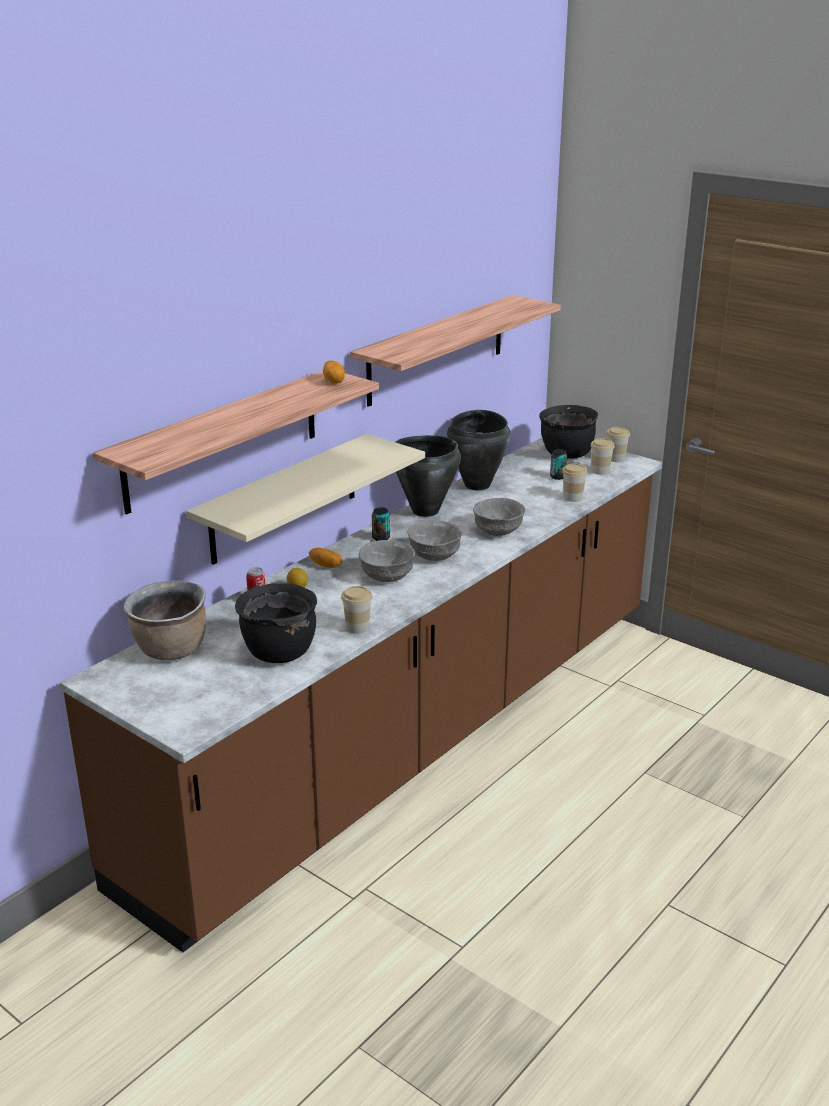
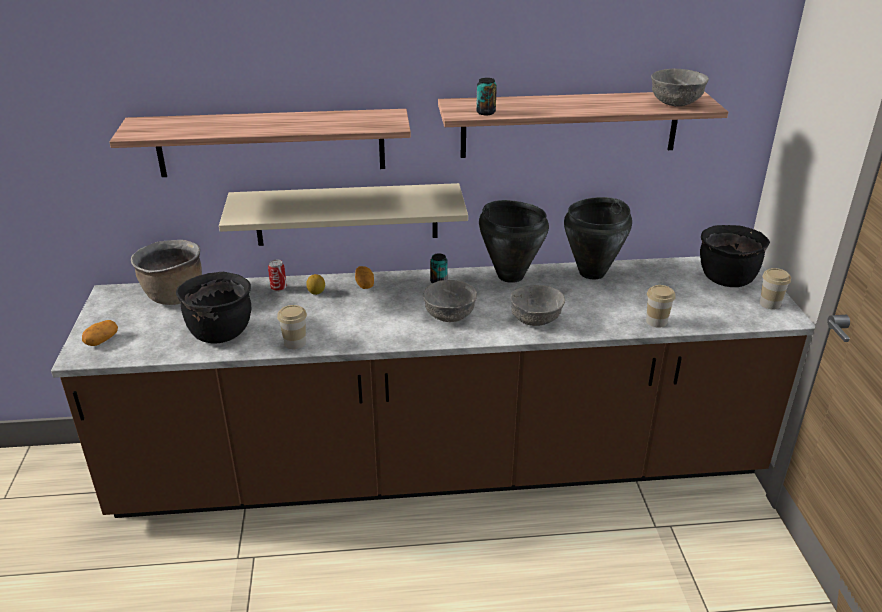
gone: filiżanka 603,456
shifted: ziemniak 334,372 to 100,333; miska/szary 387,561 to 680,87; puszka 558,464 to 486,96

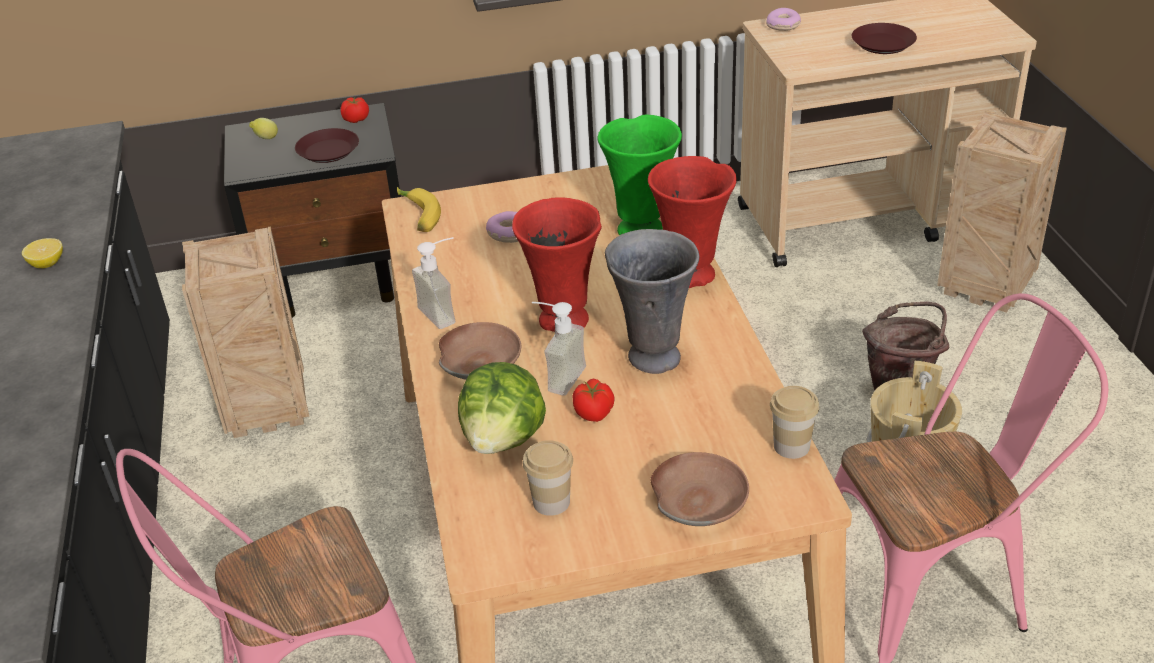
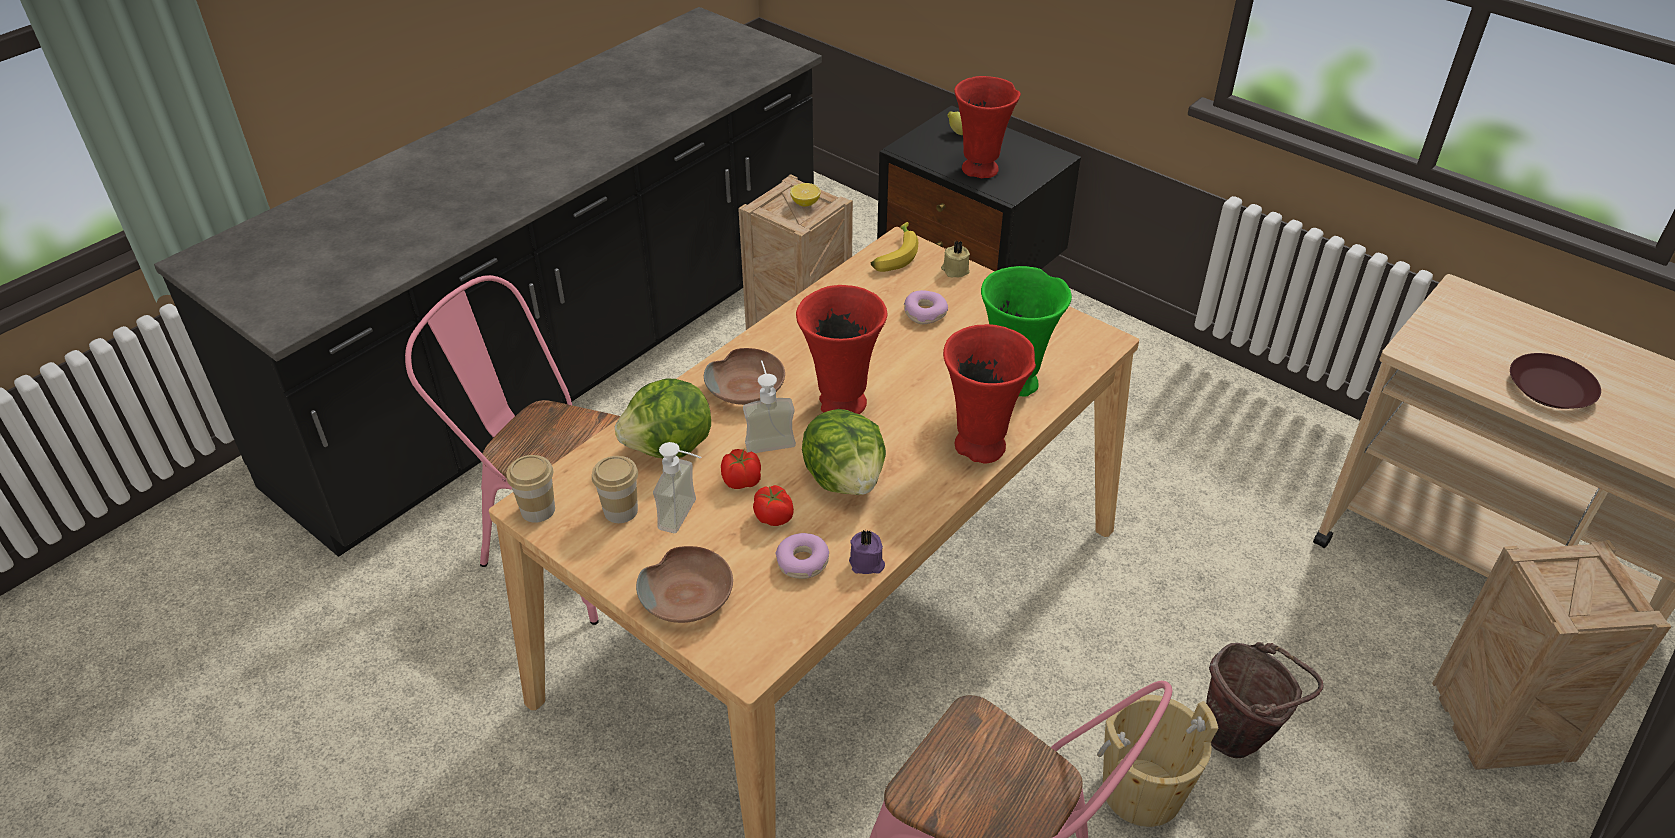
new: świeca/fioletowy 867,551; świeca/beżowy 955,259
shifted: cytryna 42,253 to 805,195; pomidor 354,110 to 773,505; dozownik mydła 433,283 to 677,487; donut 783,19 to 802,556; filiżanka 794,422 to 530,489
swapped: talerz/brązowy 327,145 to wazon/czerwony 988,127; wazon/szary 652,301 to sałata 844,452

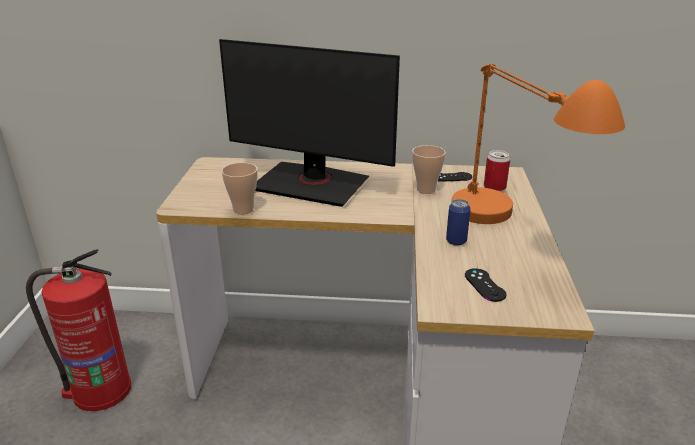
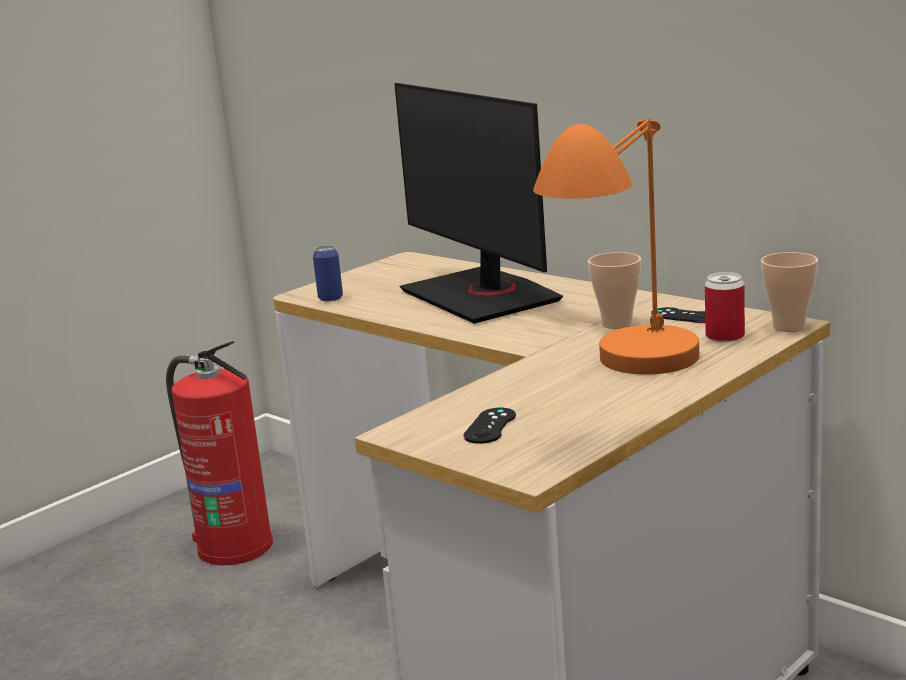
shifted: filiżanka 240,189 to 789,292; puszka 458,222 to 328,273

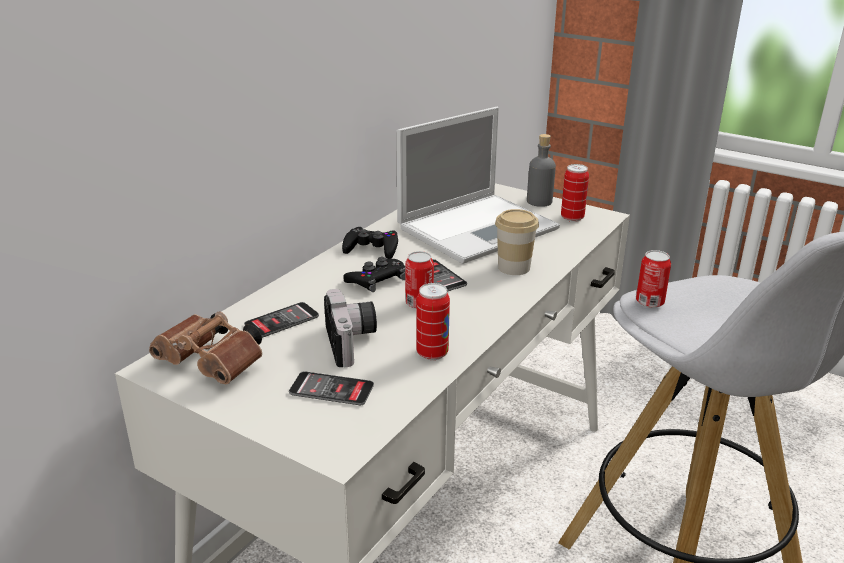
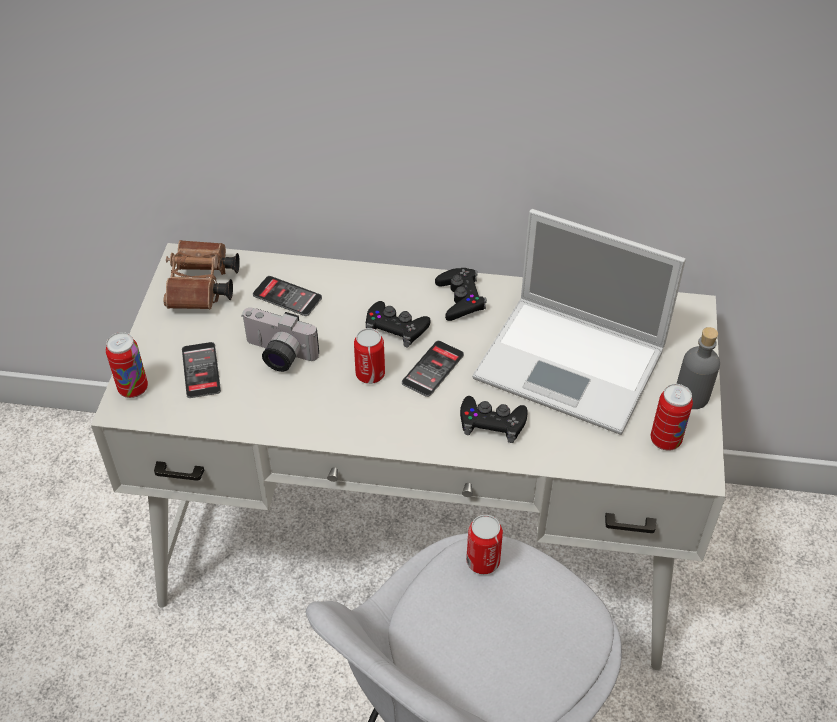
shifted: puszka 433,321 to 127,365
swapped: filiżanka 517,242 to pad do gier/czarny 494,419
rotated: aparat fotograficzny 350,328 = 280,340 60 degrees clockwise

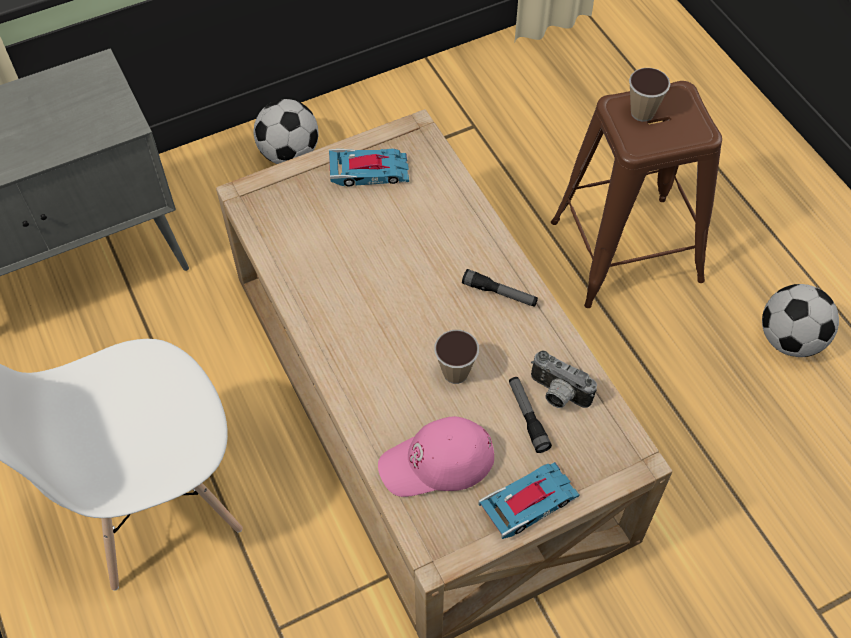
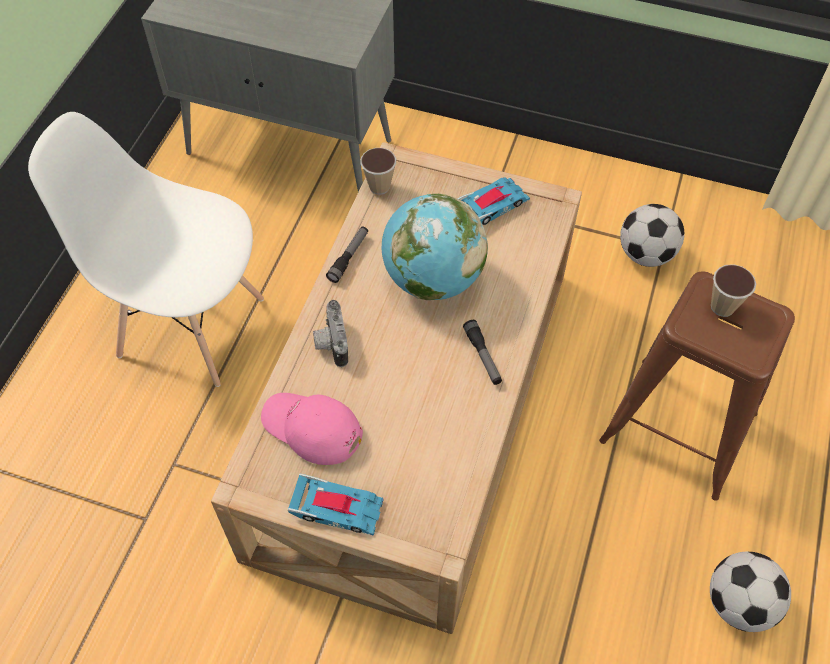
new: globus 435,247
shifted: piłka futbolowa 286,131 to 652,235; filiżanka 457,357 to 378,171; latarka 530,415 to 347,255; aparat fotograficzny 564,379 to 330,333
rotated: samochodzik 369,167 = 493,201 75 degrees counterclockwise

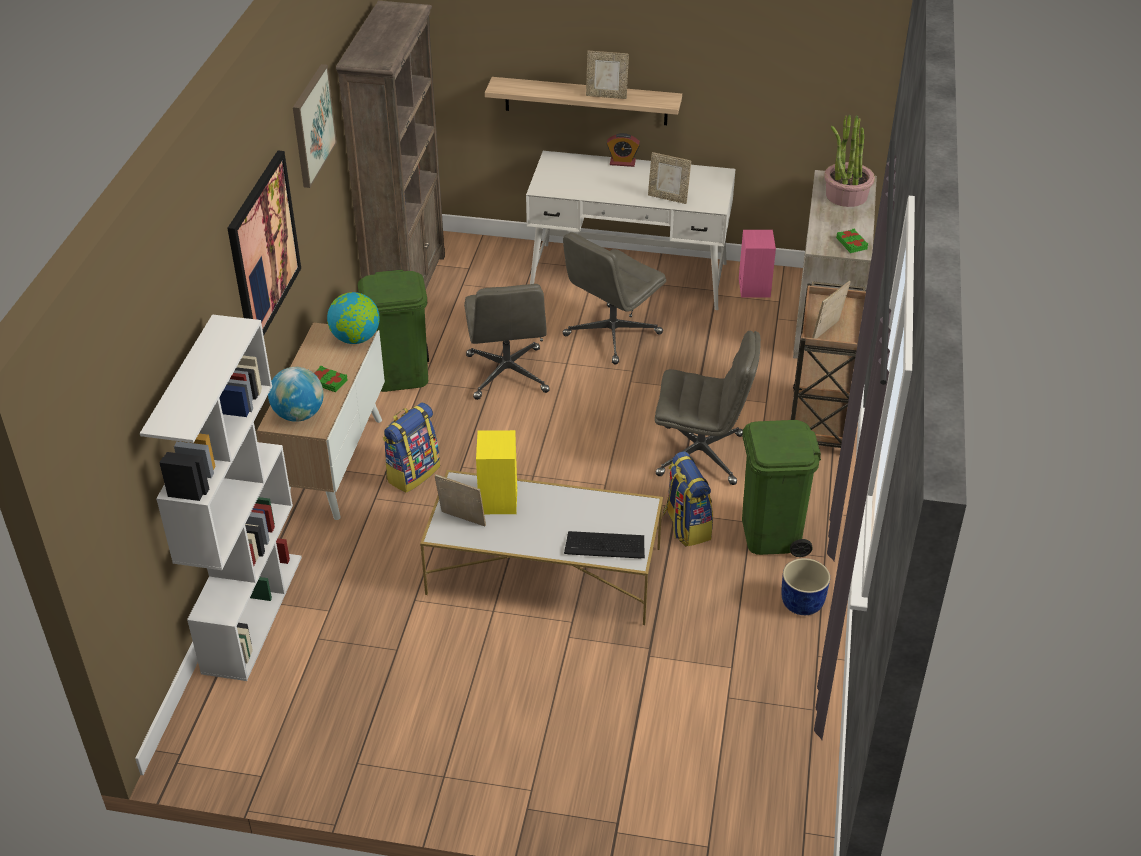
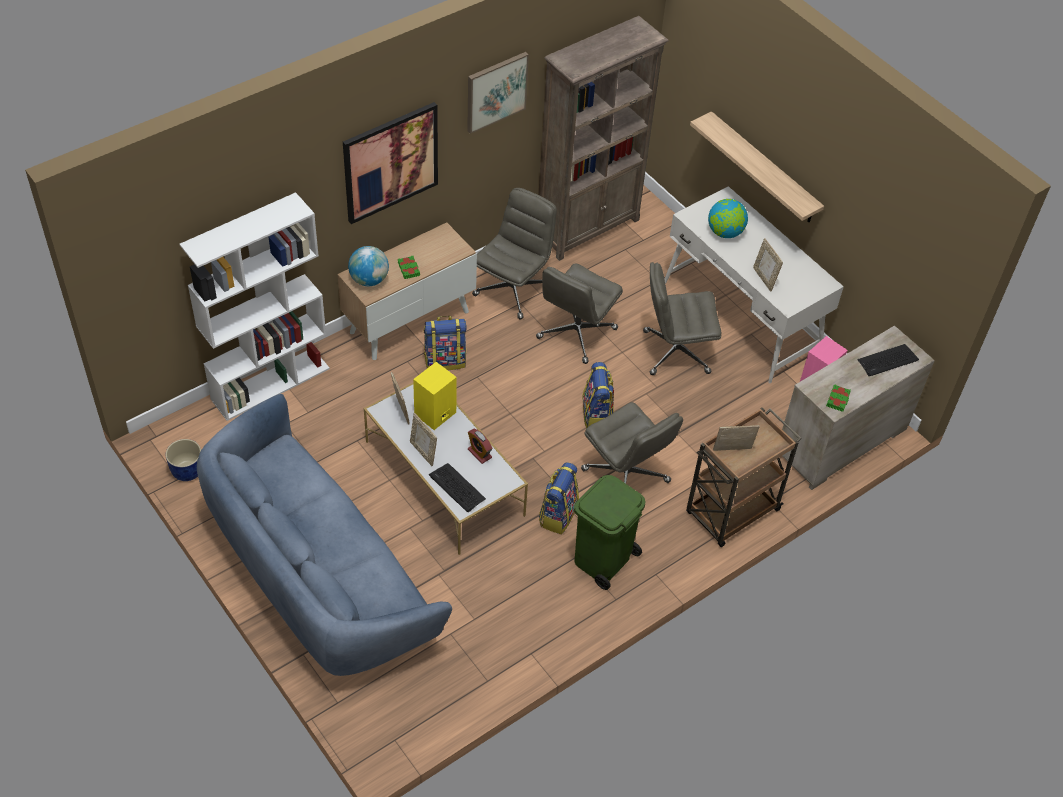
new: kanapa/niebieski 324,535; plecak 598,395
shifted: globus 353,318 to 728,218; ramka na zdjęcie 607,75 to 423,439; budzik 623,150 to 480,446; donica/niebieski 805,586 to 183,460
swapped: kosz na śmieci/zielony 393,331 to krzesło biurowe/szary 514,254; roślina doniczkowa 849,161 to klawiatura 888,360

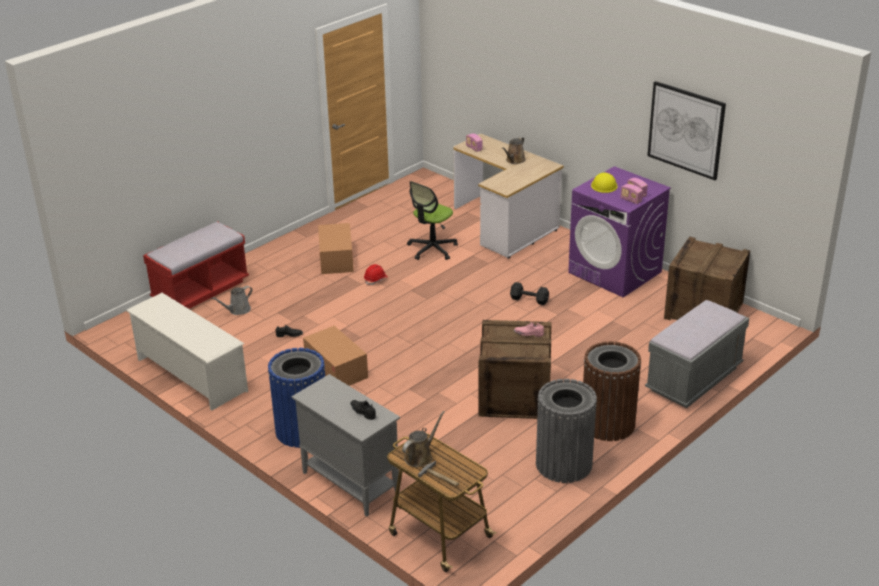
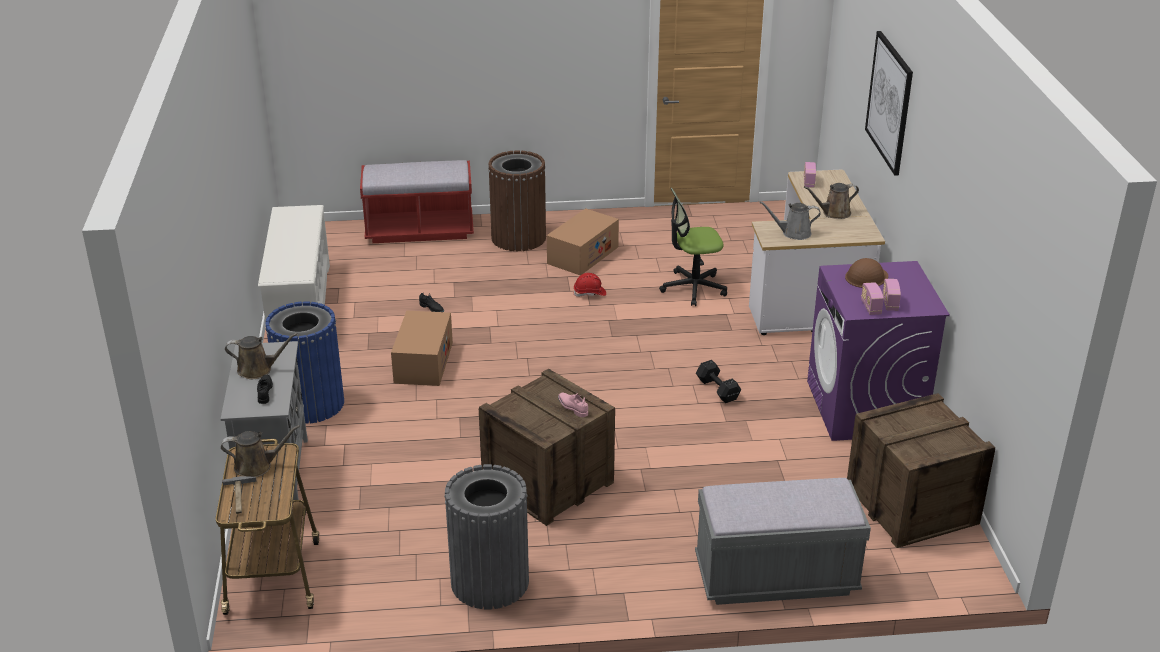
new: konewka/brązowy 261,356
shifted: konewka/szary 231,300 to 790,220; kosz na śmieci/brązowy 612,391 to 517,200; obraz 686,130 to 889,103
repainted: kask/żółty 604,183 to kask/brązowy 866,273

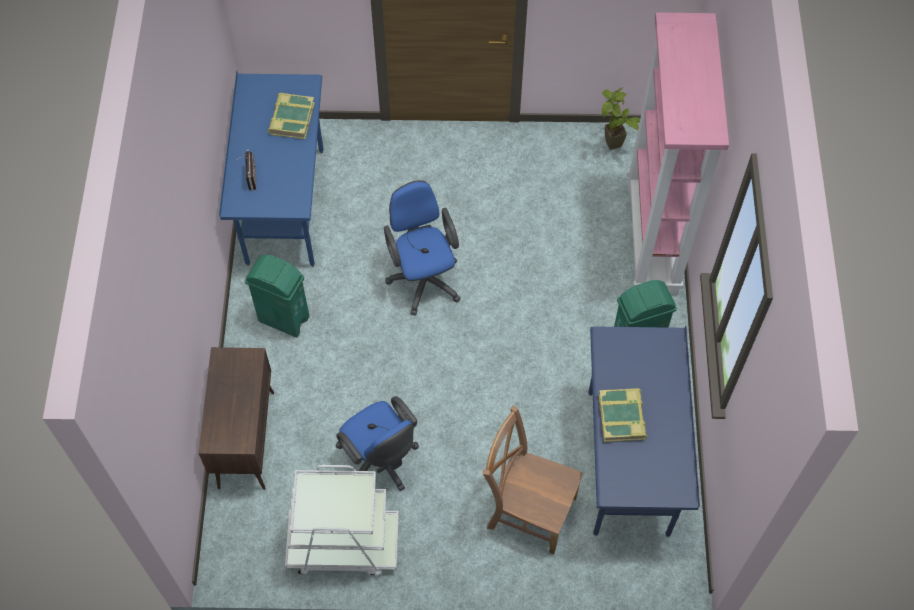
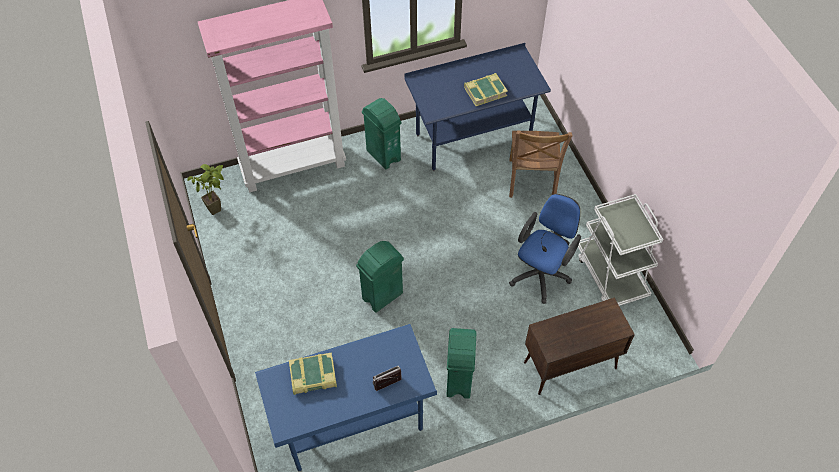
swapped: krzesło biurowe/niebieski 422,248 to kosz na śmieci/zielony 380,277

